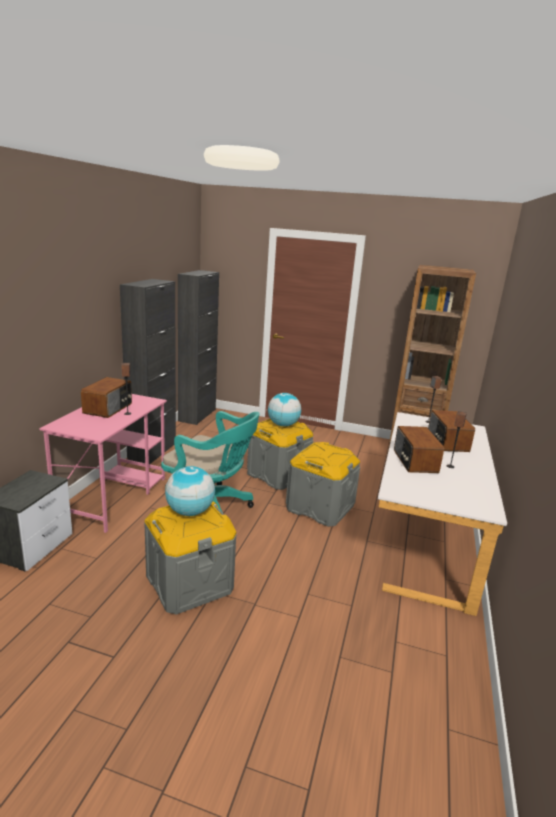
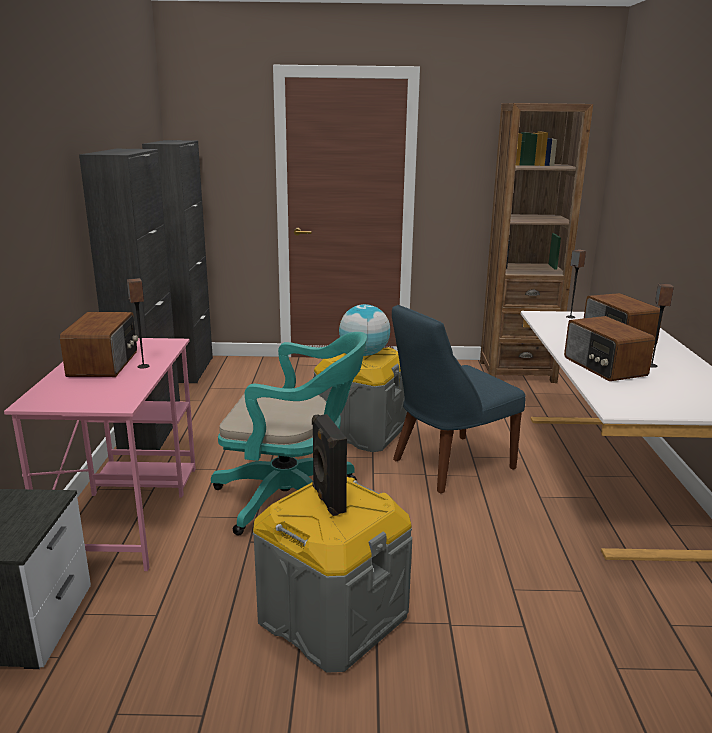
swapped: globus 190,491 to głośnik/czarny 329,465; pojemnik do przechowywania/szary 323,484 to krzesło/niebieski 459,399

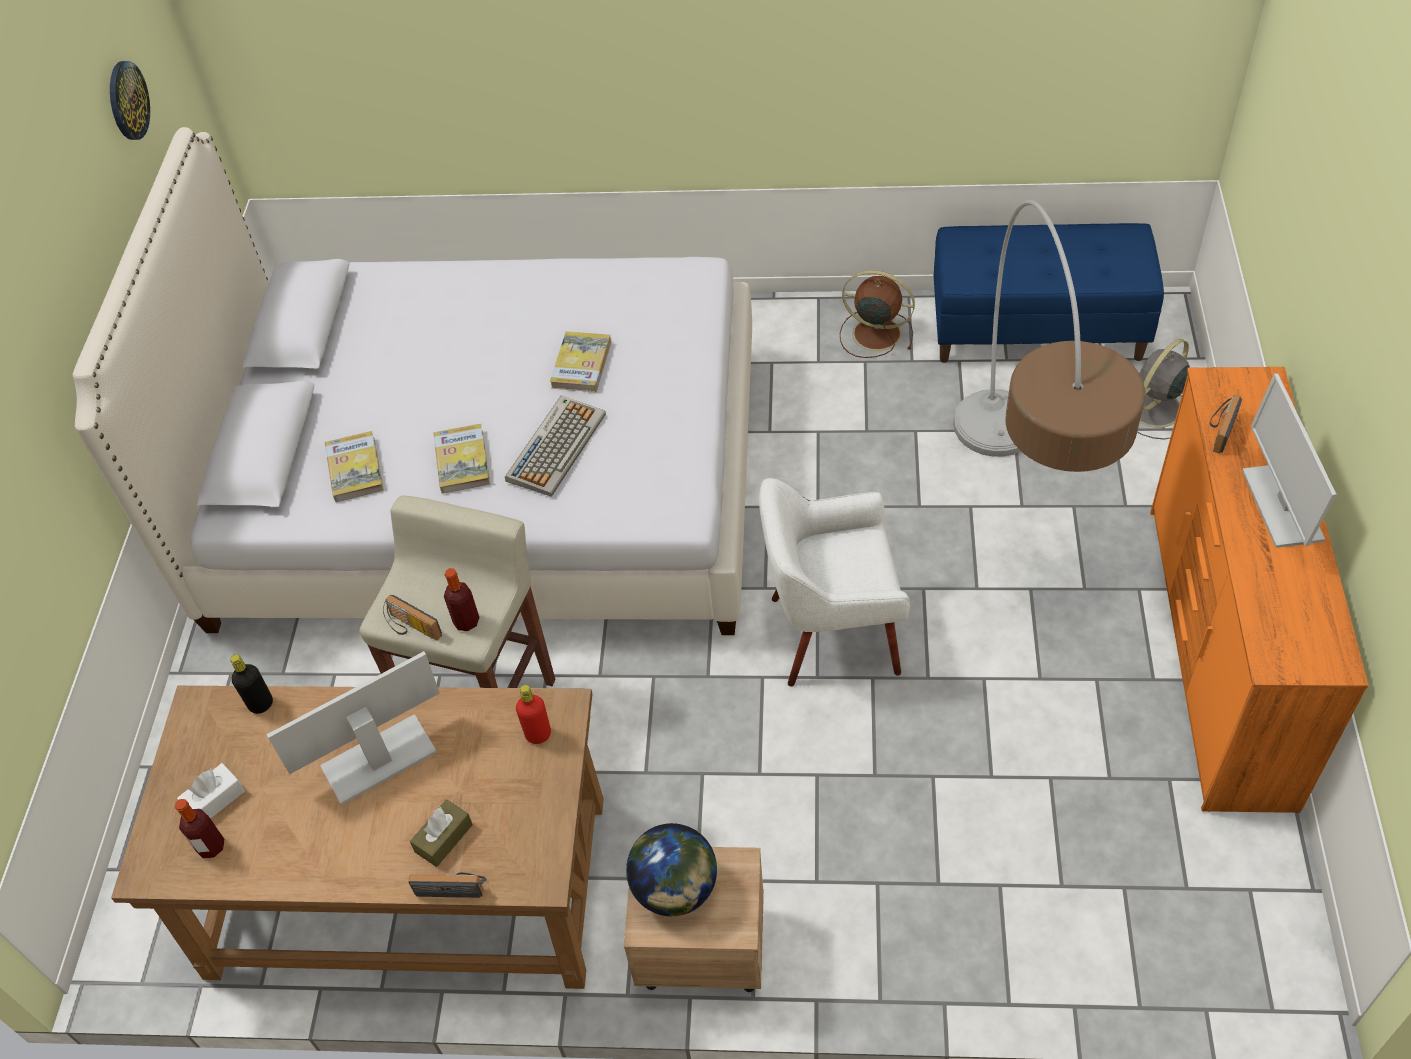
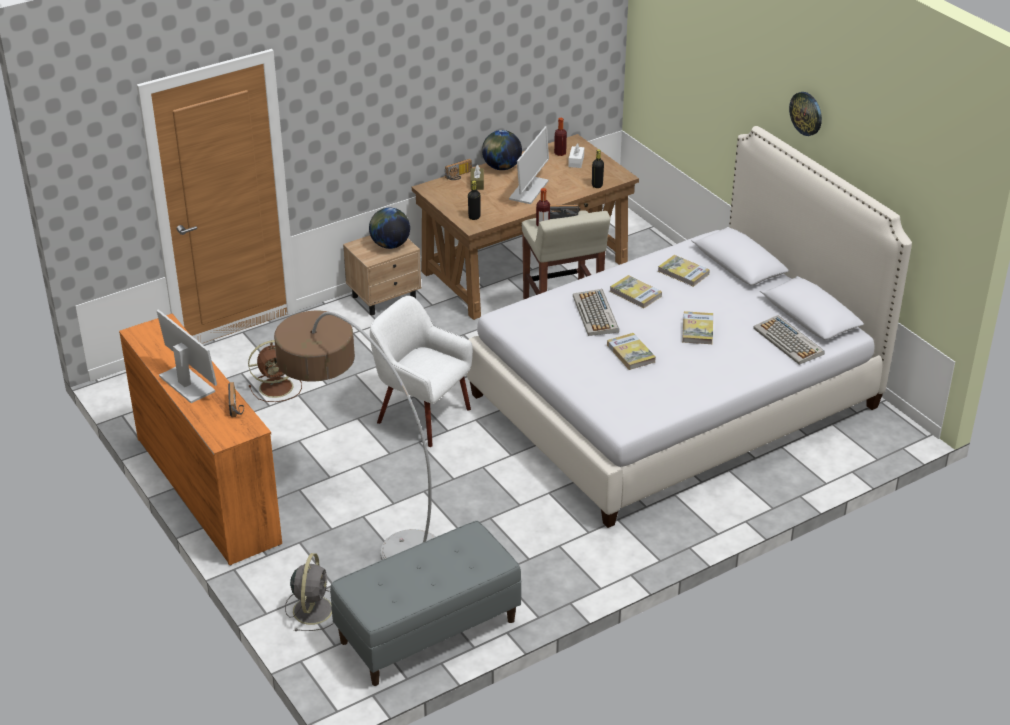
new: globus 502,150; książka 697,327; klawiatura 789,340
shifted: zegar ścienny 130,100 to 805,114; wentylator/brązowy 877,314 to 275,371
repainted: butelka/czerwony 533,714 to butelka/czarny 474,200; ławka/niebieski 1049,293 to ławka/szary 425,603
rotated: fotel/biały 834,582 = 421,371 105 degrees counterclockwise

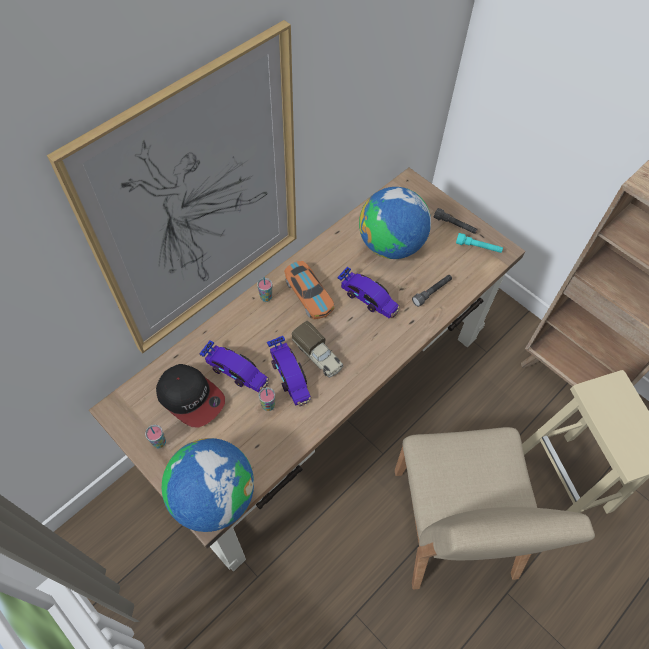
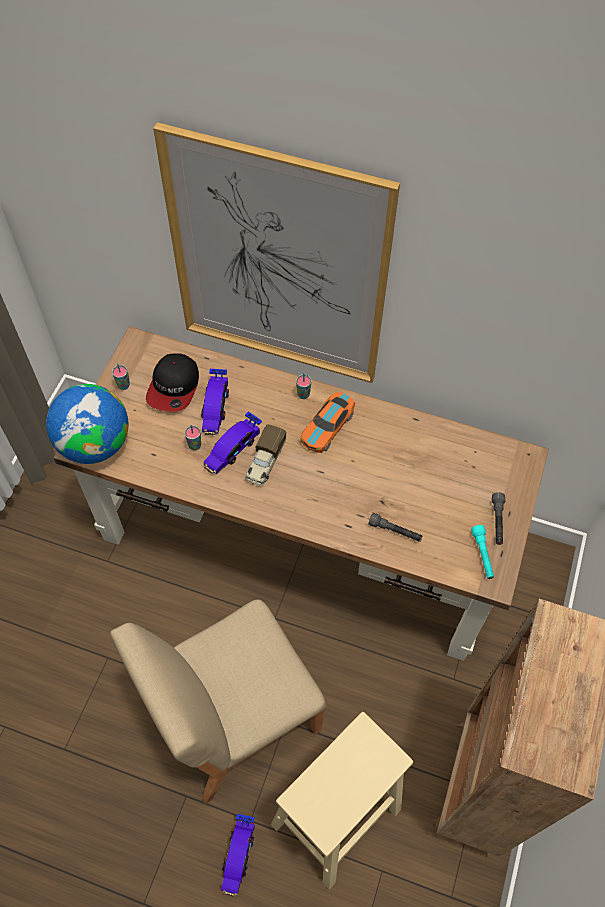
gone: globus 395,223
shifted: samochodzik 368,293 to 238,855

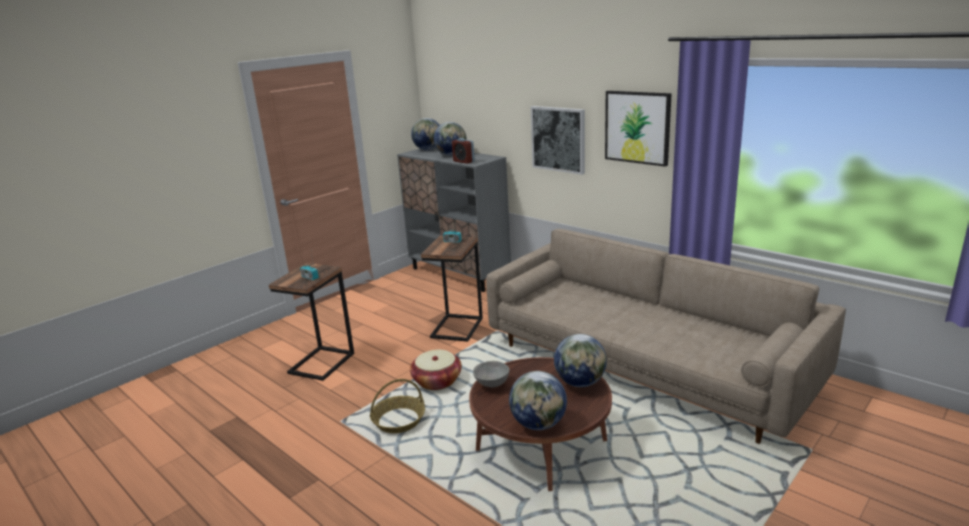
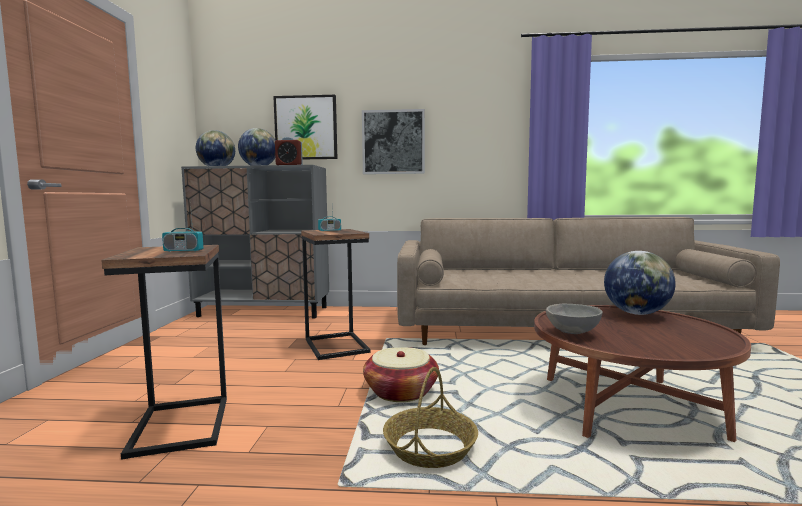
gone: globus 538,400
shifted: obraz 638,129 to 305,127

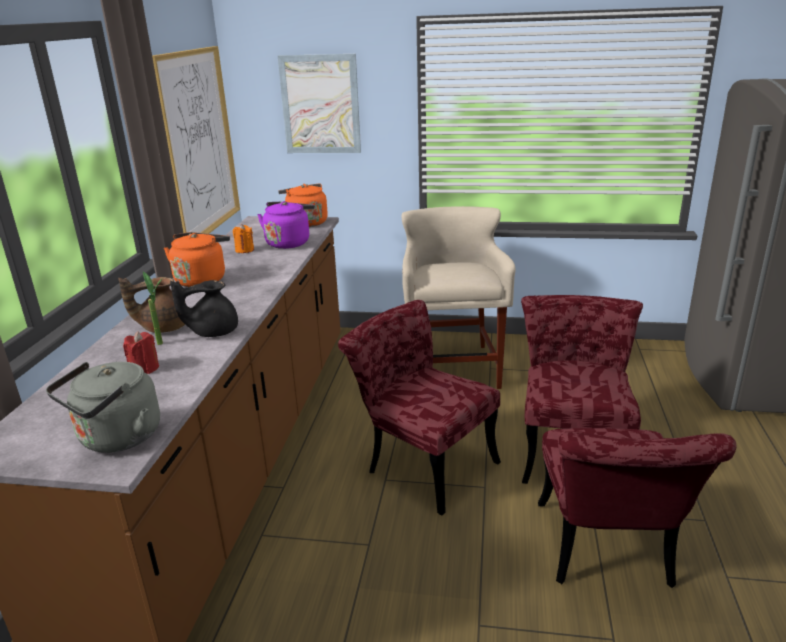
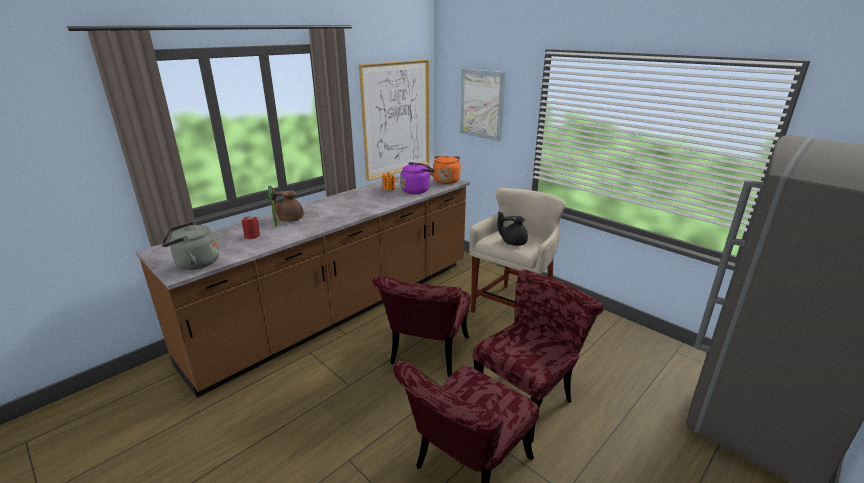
gone: czajnik/pomarańczowy 197,259
shifted: imbryk/czarny 204,308 to 513,228
rotated: krzesło/czerwony 419,408 = 421,326 150 degrees counterclockwise

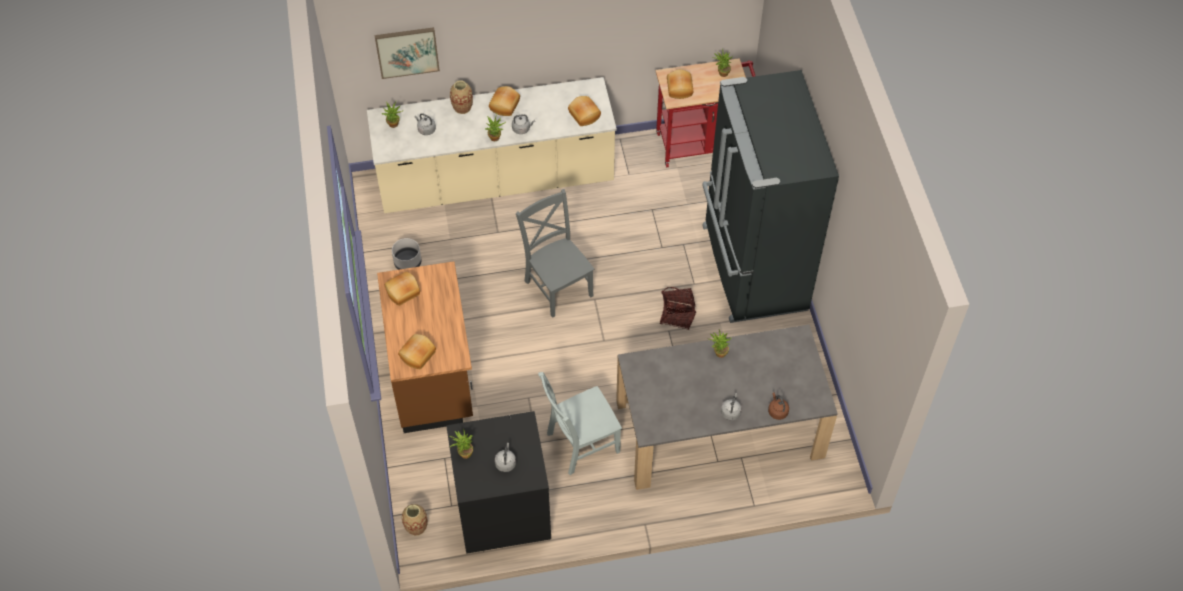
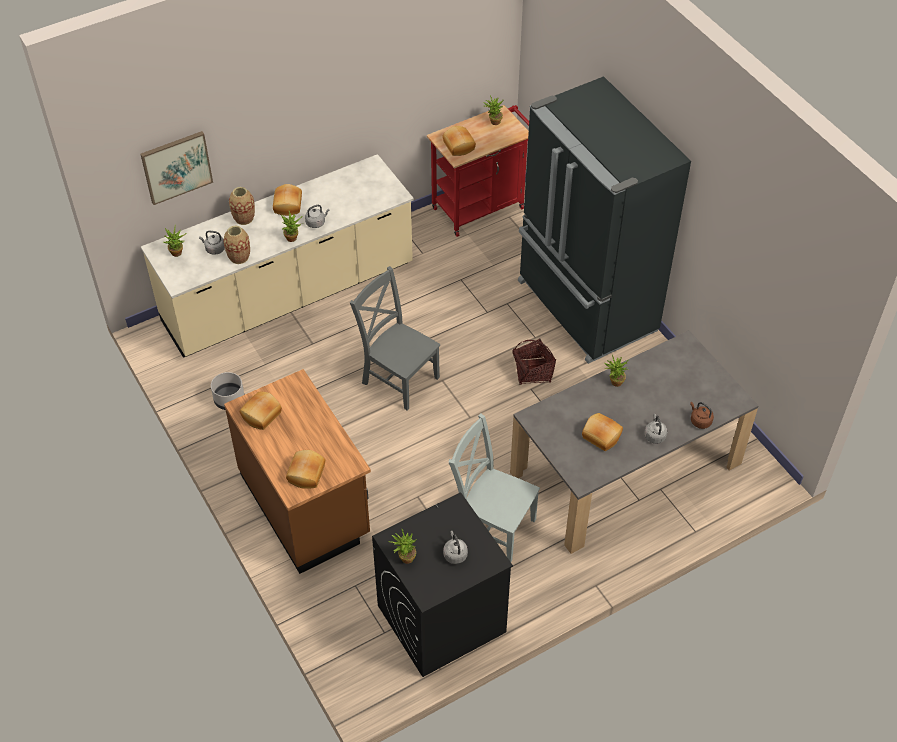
shifted: wazon 415,520 to 236,245; chleb 584,111 to 602,432
rotated: krzesło/szary 580,423 = 494,488 75 degrees clockwise

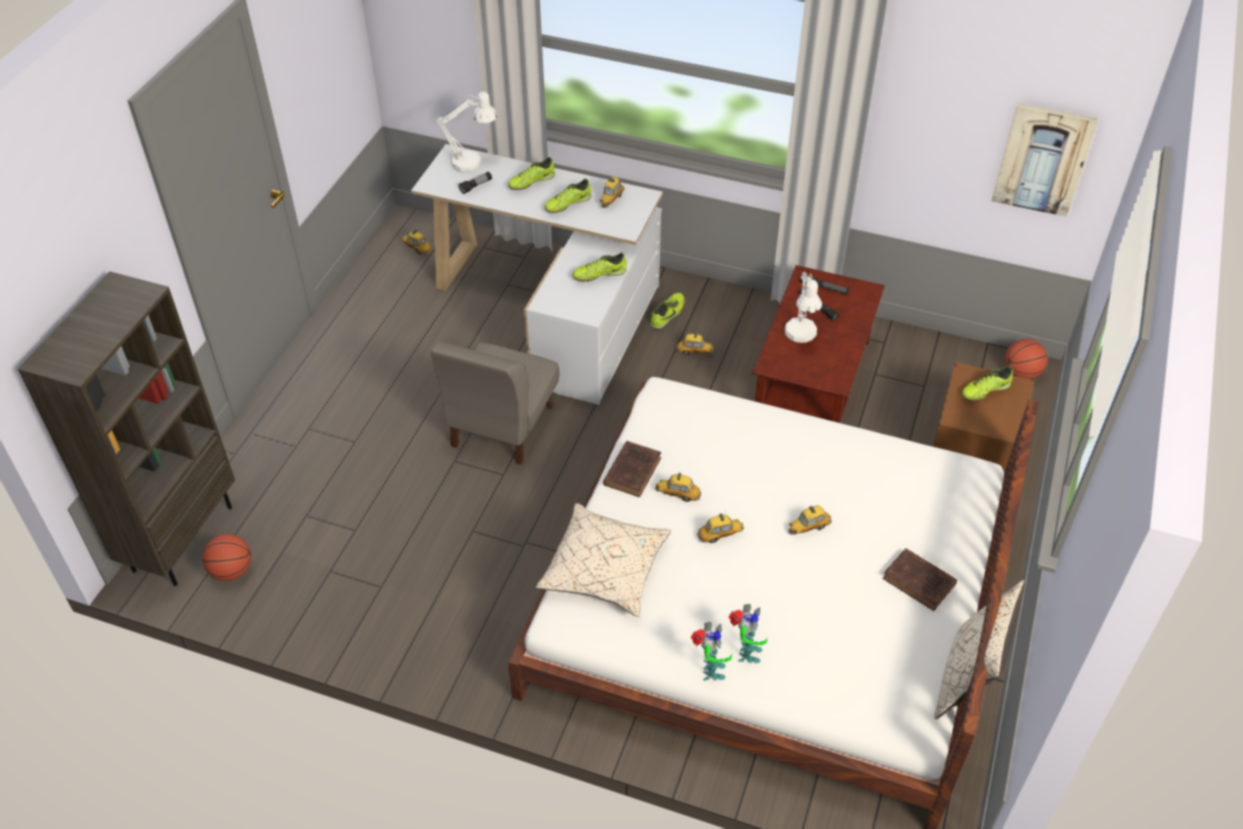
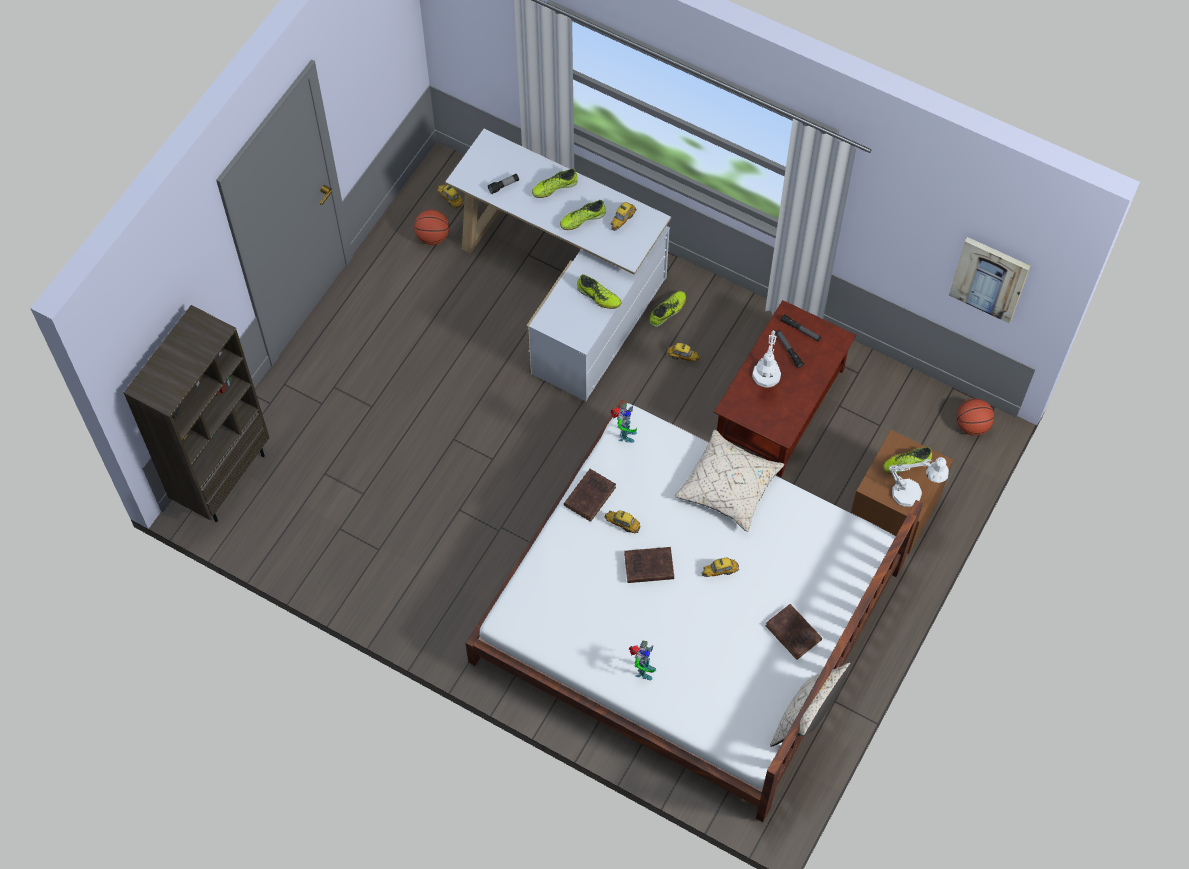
gone: krzesło/szary 495,403
shifted: piłka do koszykówki 226,557 to 431,227; lampa stołowa/biały 466,131 to 919,482; poduszka/beżowy 603,560 to 729,481; robot zabawkowy 711,651 to 623,423
swapped: samochodzik 720,528 to książka/brązowy 649,565
rotated: but 599,266 = 599,291 135 degrees counterclockwise

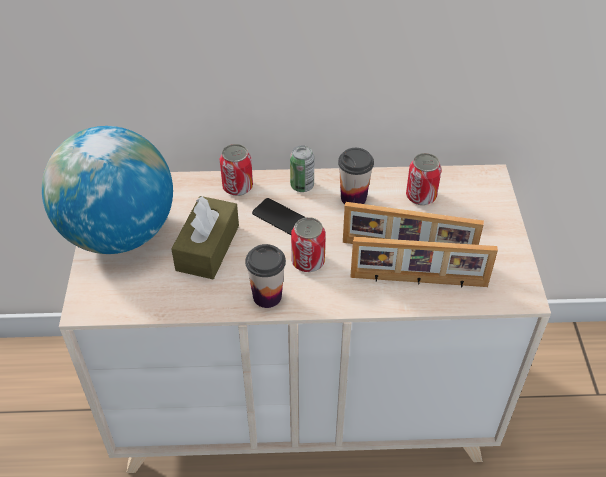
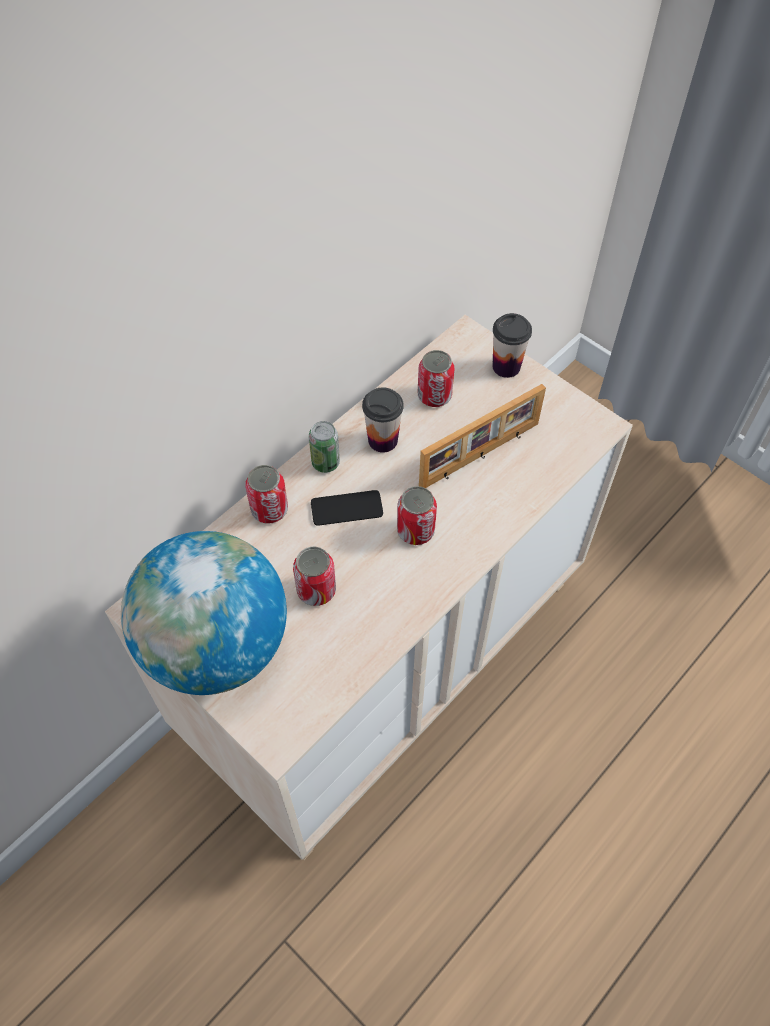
gone: ramka na zdjęcie 424,262
shifted: filiżanka 265,276 to 512,345
swapped: pudełko chusteczek/brązowy 205,237 to puszka 314,576

